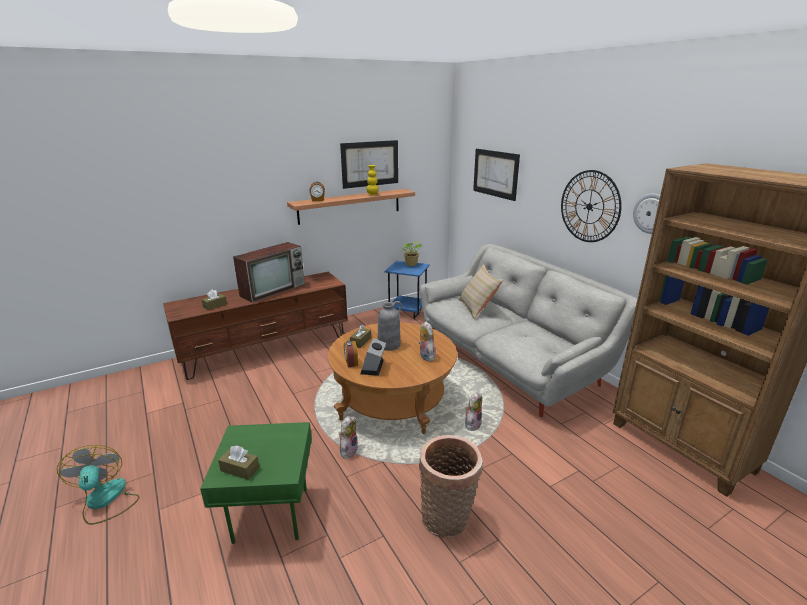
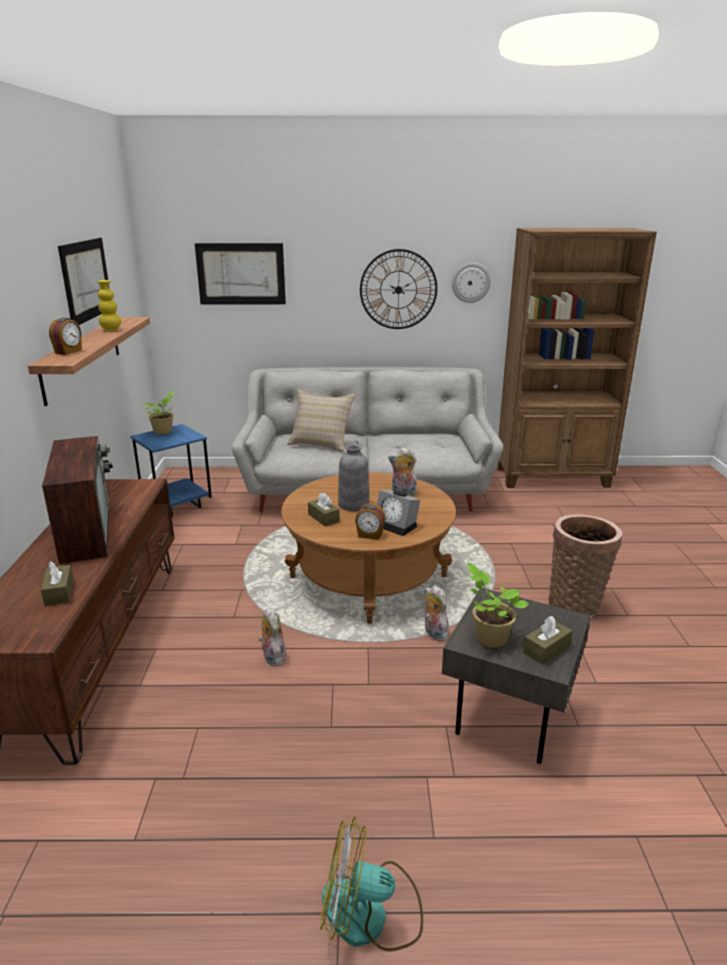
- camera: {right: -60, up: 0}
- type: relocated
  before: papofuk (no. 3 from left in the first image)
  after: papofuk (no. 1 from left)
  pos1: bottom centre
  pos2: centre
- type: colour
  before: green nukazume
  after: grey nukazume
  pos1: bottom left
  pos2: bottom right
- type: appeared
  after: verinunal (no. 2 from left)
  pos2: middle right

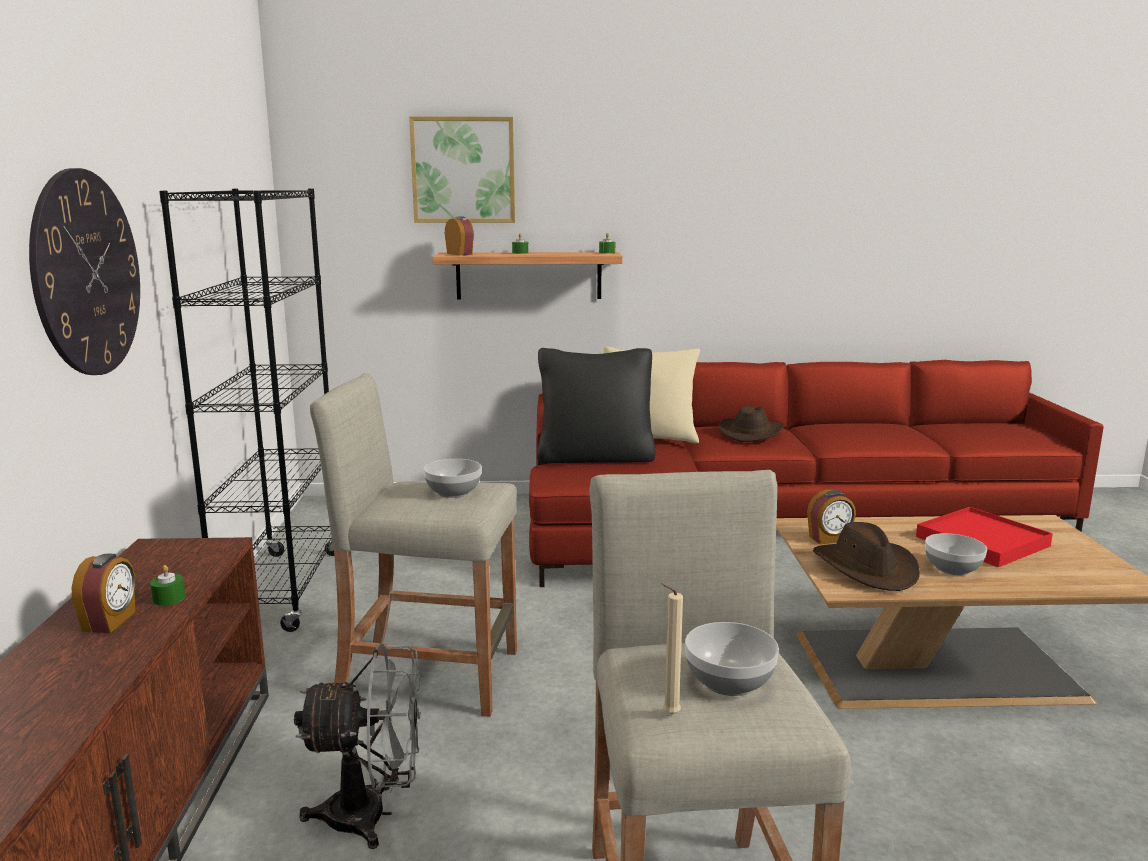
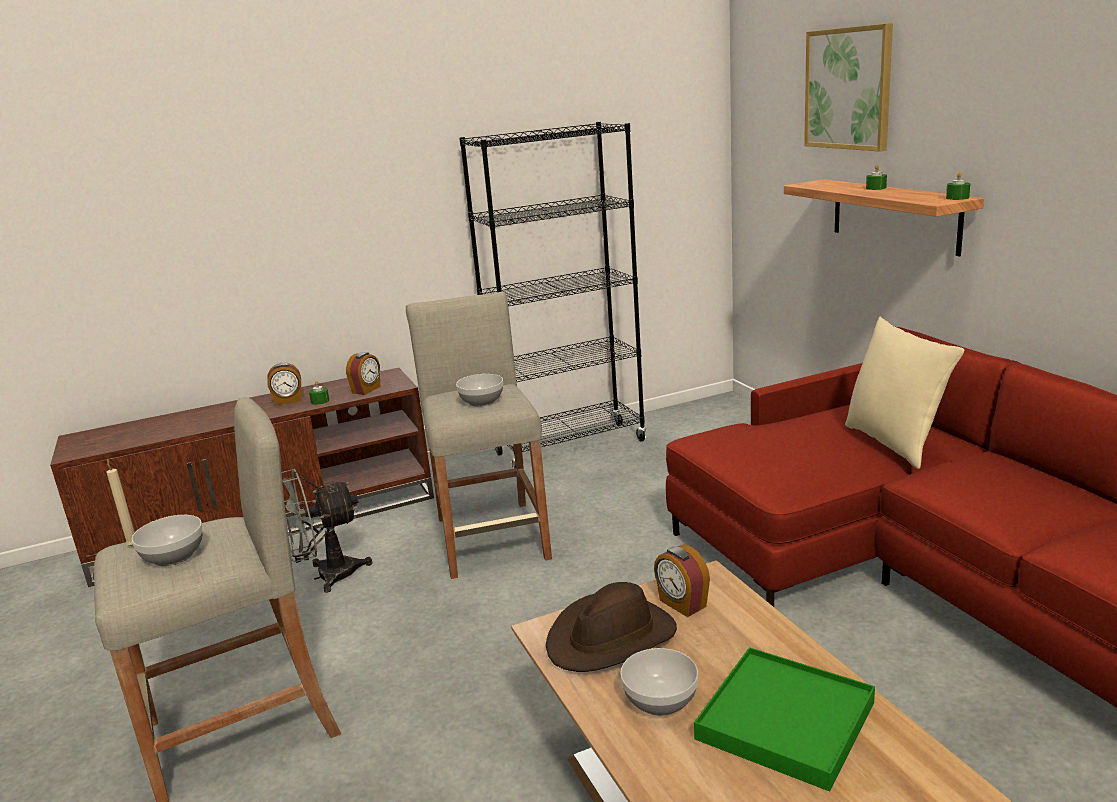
- camera: {right: 70, up: 5}
- type: spun
  before: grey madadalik
  pos1: bottom left
  pos2: middle left
  turn: 90
- type: relocated
  before: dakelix (no. 2 from left)
  pos1: top centre
  pos2: middle left
- type: colour
  before: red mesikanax
  after: green mesikanax
  pos1: middle right
  pos2: bottom right
- type: missing
  before: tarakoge
  pos1: top left
- type: missing
  before: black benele
  pos1: centre
- type: missing
  before: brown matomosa (no. 1 from left)
  pos1: centre

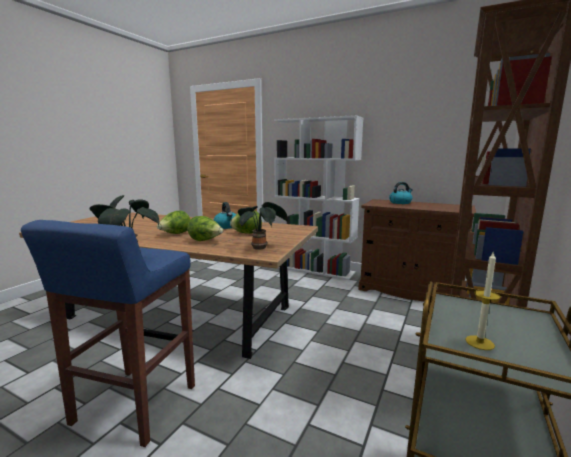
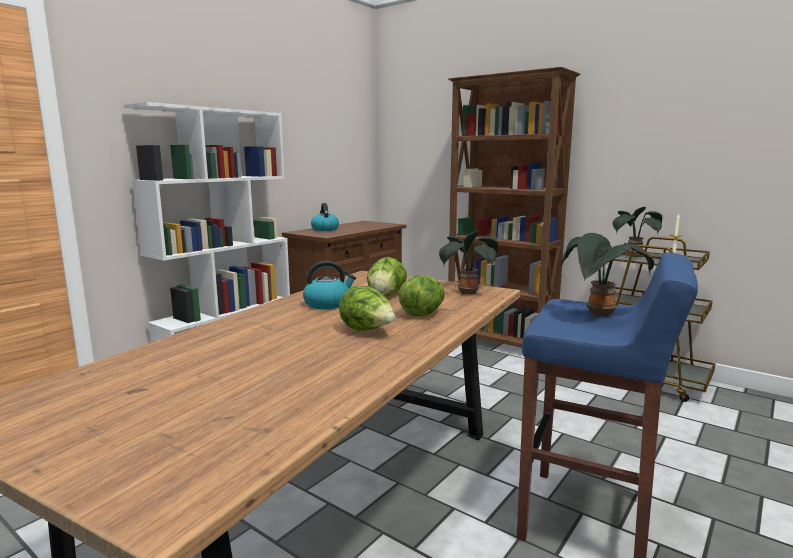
- camera: {right: -80, up: 0}
- type: appeared
  after: verinunal (no. 3 from left)
  pos2: middle right

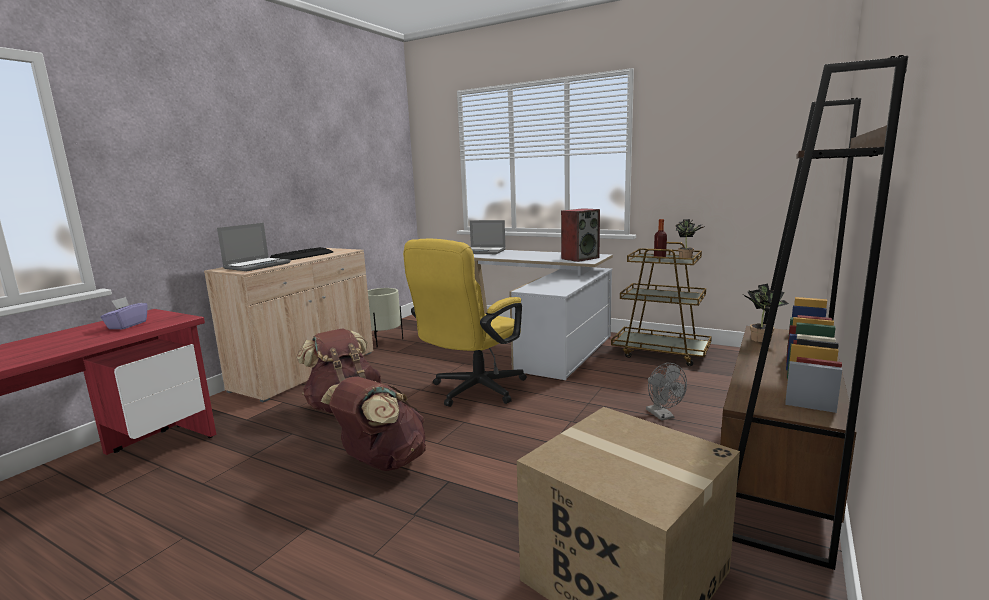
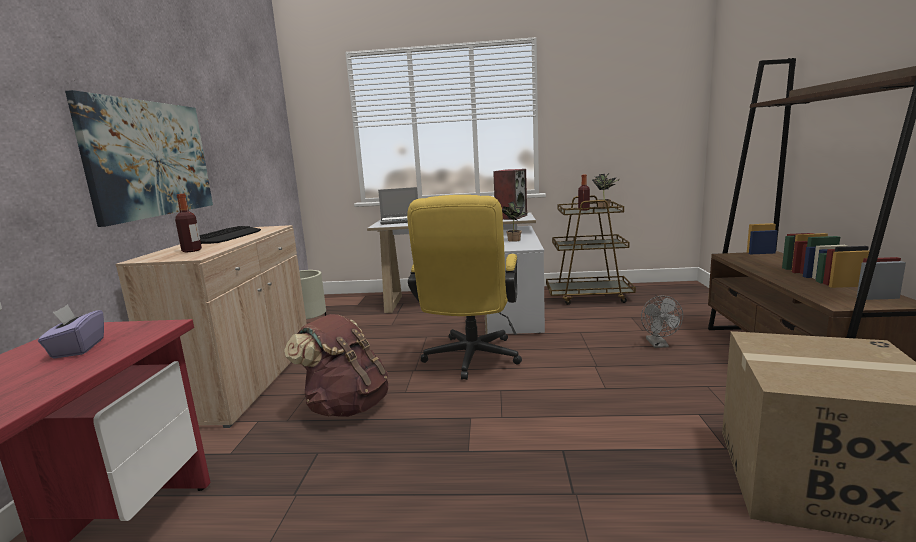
- camera: {right: -25, up: 0}
- type: appeared
  after: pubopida
  pos2: top left
- type: exchanged
  before: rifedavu (no. 1 from left)
  after: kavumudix (no. 1 from left)
  pos1: middle left
  pos2: middle left
- type: relocated
  before: verinunal (no. 2 from left in the first image)
  after: verinunal (no. 1 from left)
  pos1: middle right
  pos2: centre
- type: spun
  before: grey madadalik
  pos1: middle right
  pos2: middle right
  turn: 45
- type: missing
  before: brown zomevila (no. 2 from left)
  pos1: bottom centre

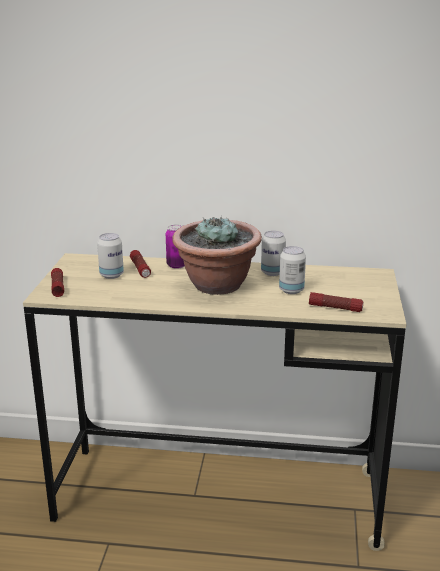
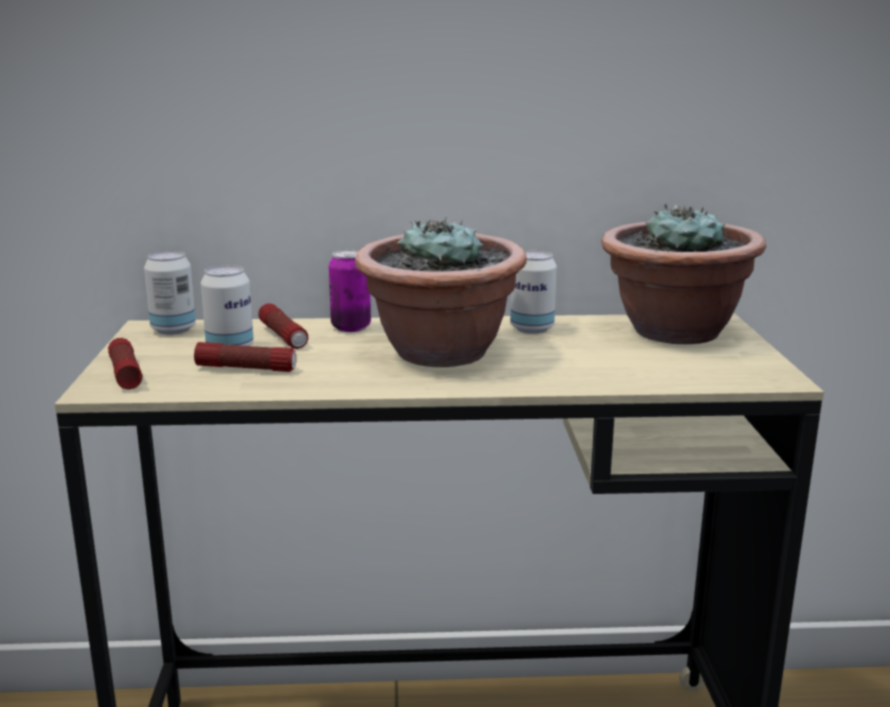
- camera: {right: -10, up: -5}
- type: relocated
  before: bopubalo (no. 4 from left in the first image)
  after: bopubalo (no. 1 from left)
  pos1: centre
  pos2: middle left
- type: relocated
  before: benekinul (no. 3 from left in the first image)
  after: benekinul (no. 2 from left)
  pos1: middle right
  pos2: middle left
- type: appeared
  after: verinunal (no. 2 from left)
  pos2: middle right

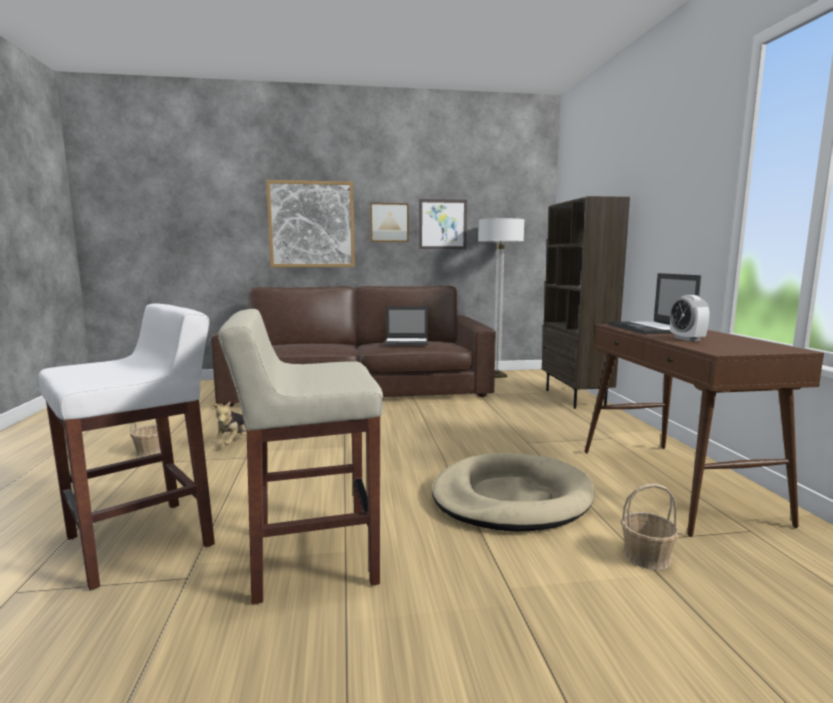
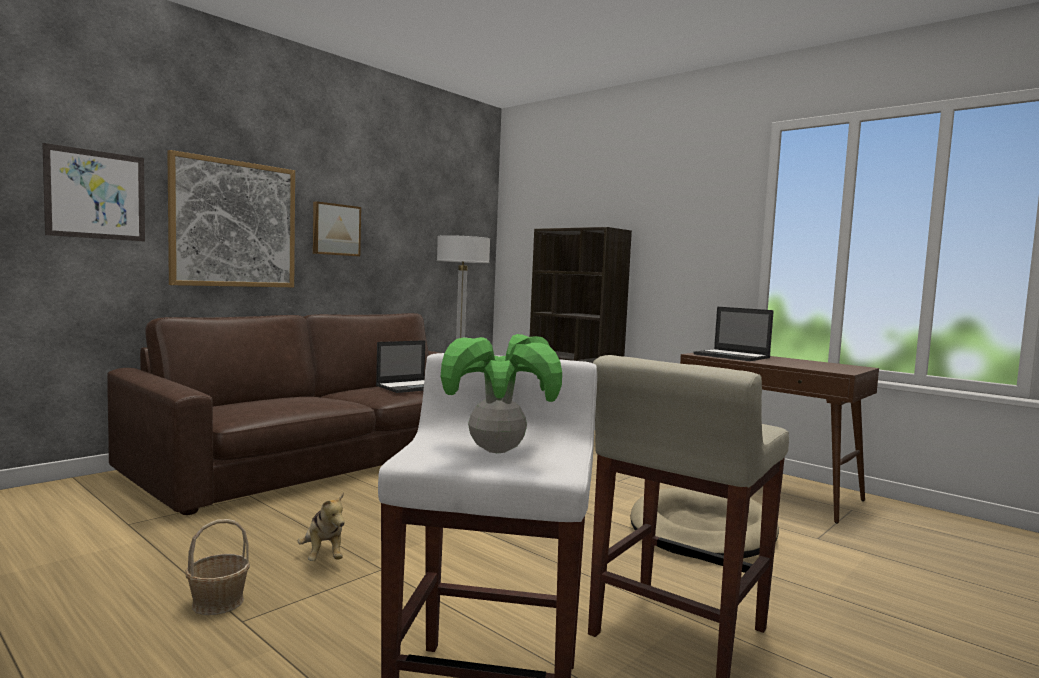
- camera: {right: -40, up: -5}
- type: relocated
  before: pubopida (no. 3 from left in the first image)
  after: pubopida (no. 1 from left)
  pos1: top centre
  pos2: top left
- type: appeared
  after: verinunal
  pos2: centre
- type: missing
  before: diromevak (no. 2 from left)
  pos1: bottom right
- type: missing
  before: dakelix
  pos1: middle right

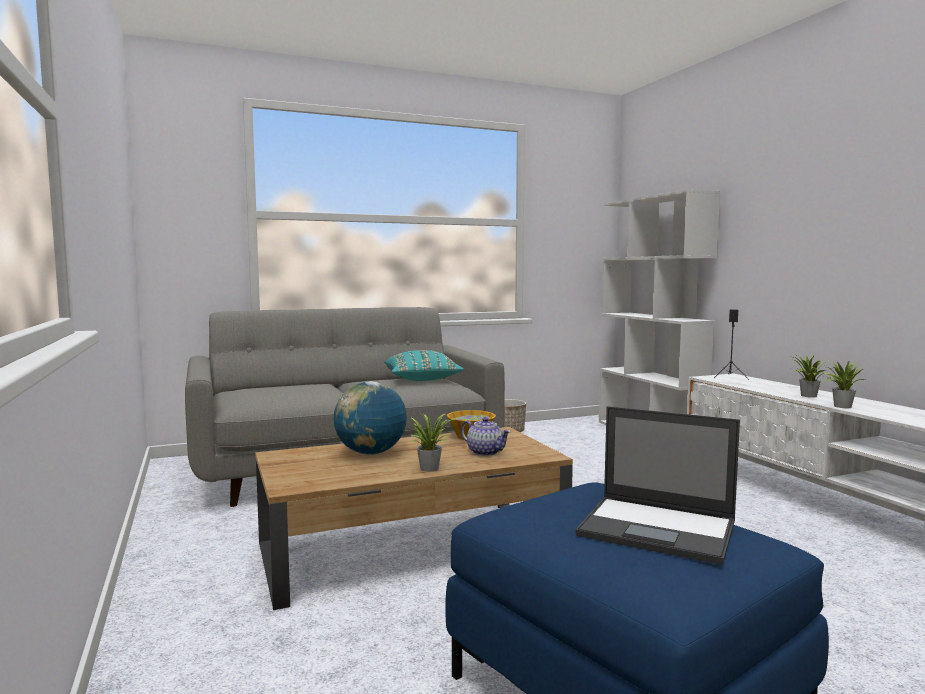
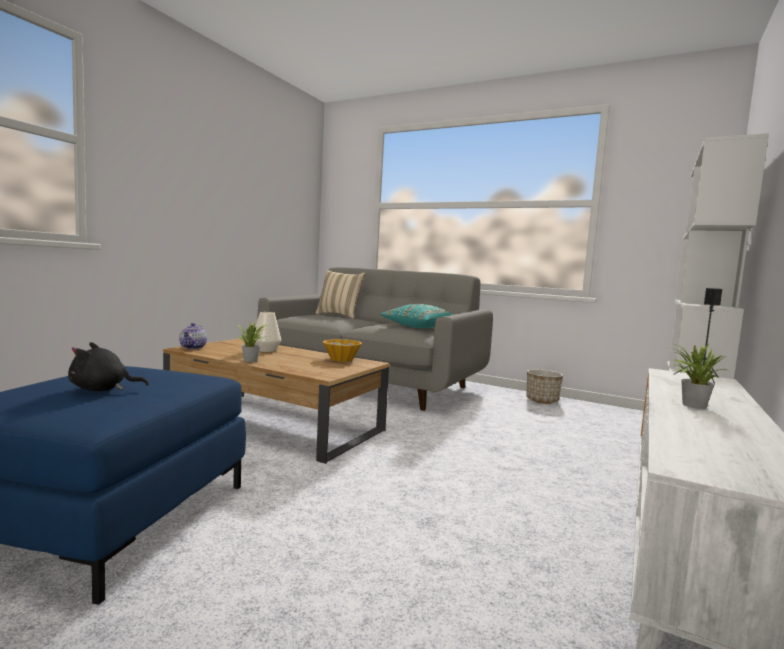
- camera: {right: 50, up: 0}
- type: exchanged
  before: rifedavu
  after: black papofuk
  pos1: bottom right
  pos2: middle left
- type: relocated
  before: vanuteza
  pos1: centre
  pos2: middle left
- type: exchanged
  before: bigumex
  after: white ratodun
  pos1: centre
  pos2: centre
- type: appeared
  after: beige benele
  pos2: centre
- type: missing
  before: verinunal (no. 3 from left)
  pos1: middle right

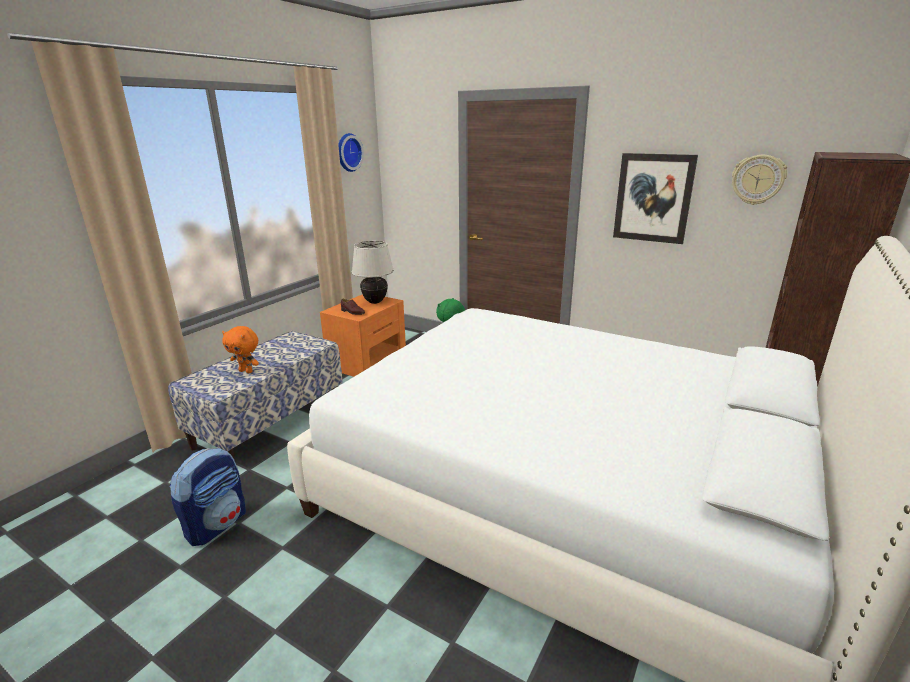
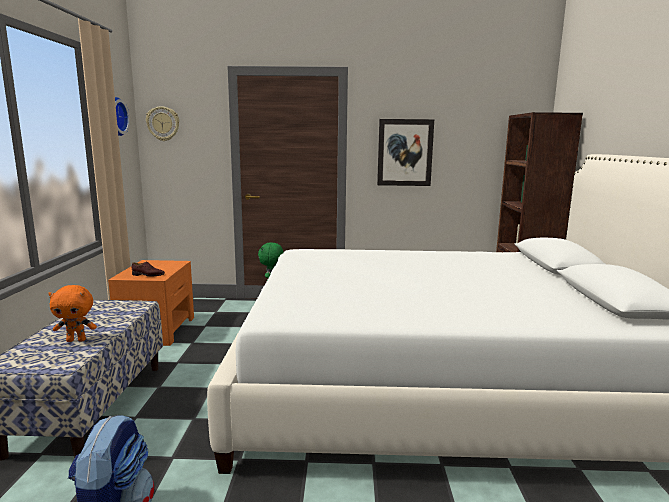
- camera: {right: -30, up: -10}
- type: relocated
  before: tarakoge (no. 2 from left)
  pos1: top right
  pos2: top left
- type: missing
  before: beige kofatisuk
  pos1: centre

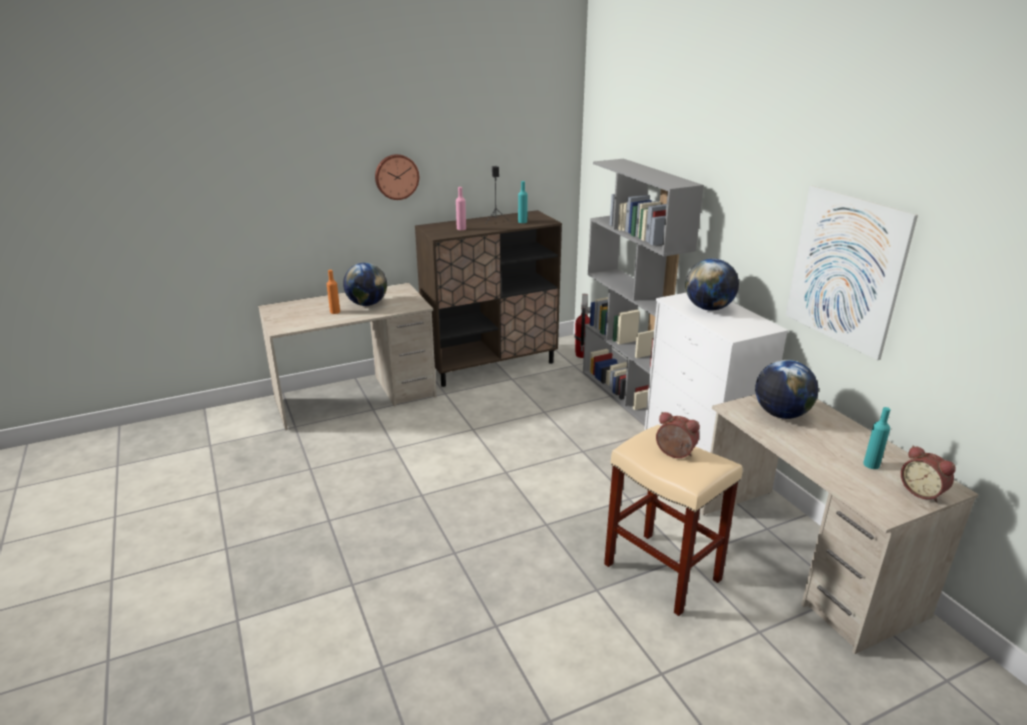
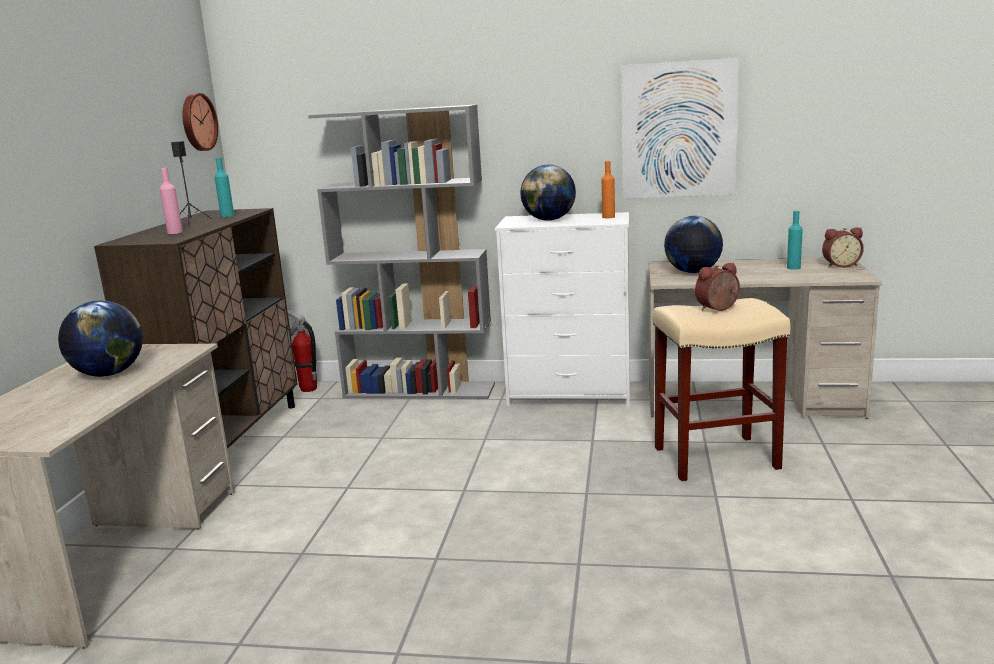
- camera: {right: -55, up: -10}
- type: relocated
  before: tarakoge
  pos1: top centre
  pos2: top left
- type: relocated
  before: orange kavumudix
  pos1: middle left
  pos2: top centre

